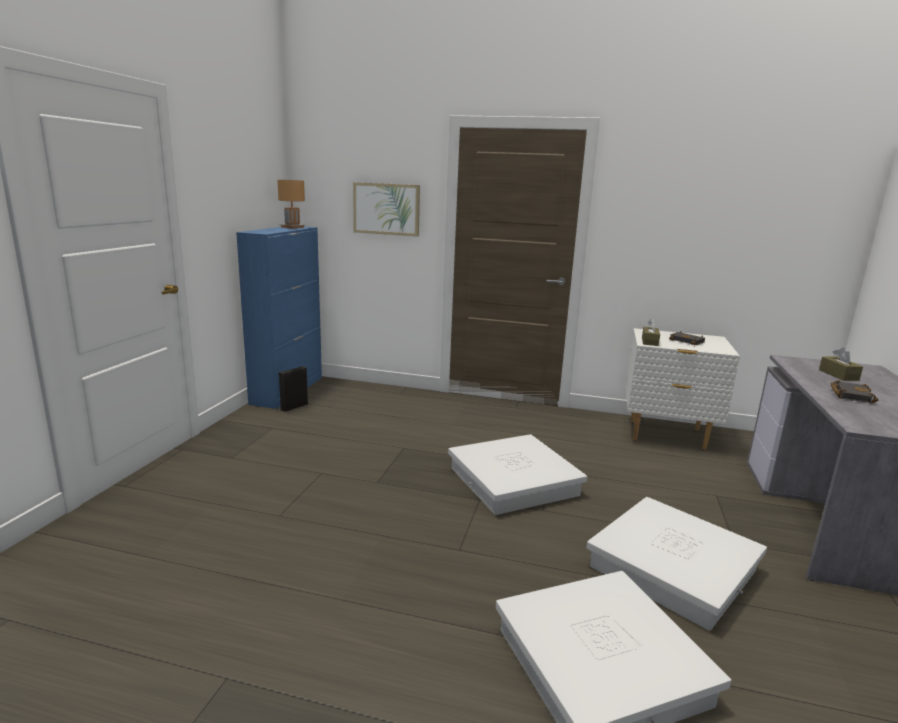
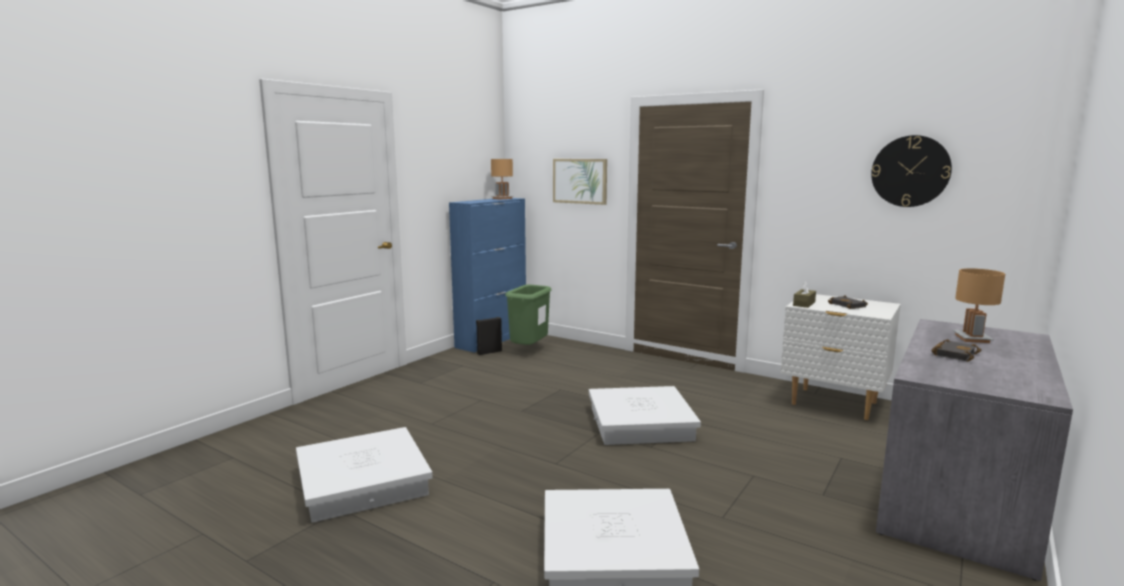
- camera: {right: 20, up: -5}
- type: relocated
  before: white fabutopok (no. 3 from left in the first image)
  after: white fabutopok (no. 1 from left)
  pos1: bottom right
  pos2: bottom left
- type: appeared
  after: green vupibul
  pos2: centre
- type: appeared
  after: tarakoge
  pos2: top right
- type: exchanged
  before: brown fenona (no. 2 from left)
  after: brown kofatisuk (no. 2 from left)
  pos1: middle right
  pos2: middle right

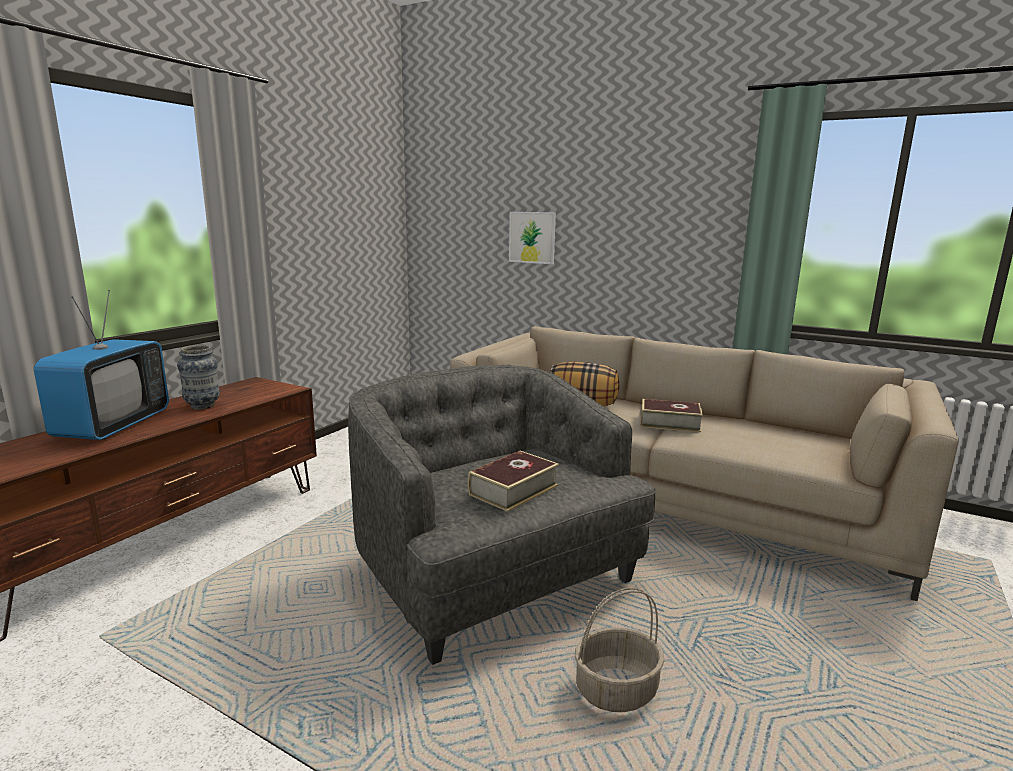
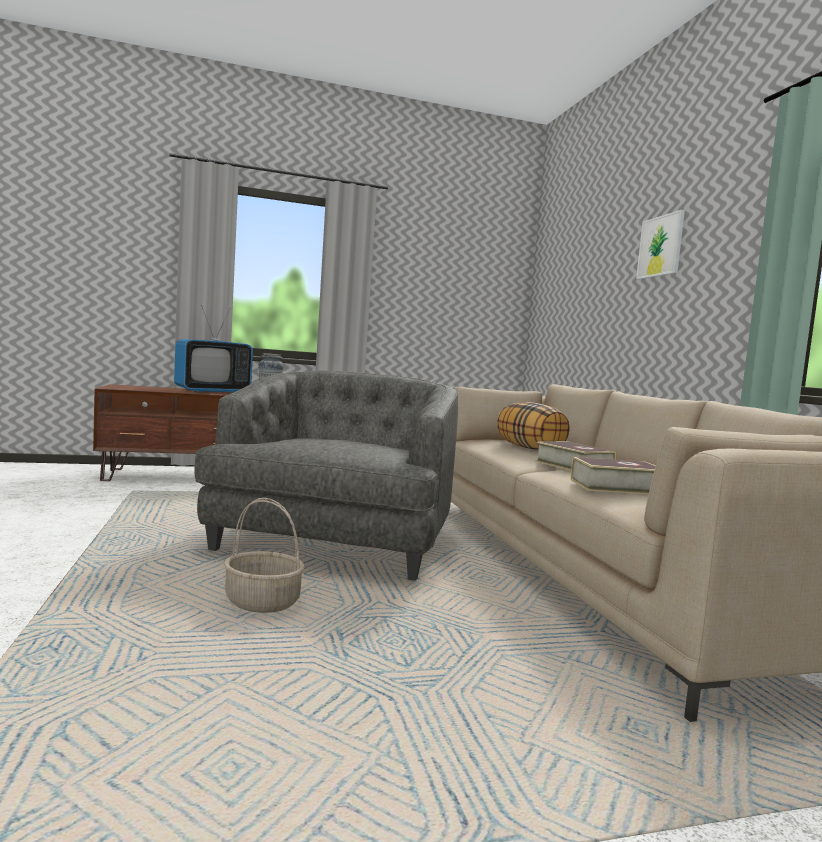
- camera: {right: 45, up: -10}
- type: relocated
  before: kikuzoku (no. 1 from left in the first image)
  after: kikuzoku (no. 2 from left)
  pos1: centre
  pos2: middle right
- type: relocated
  before: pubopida
  pos1: top centre
  pos2: top right

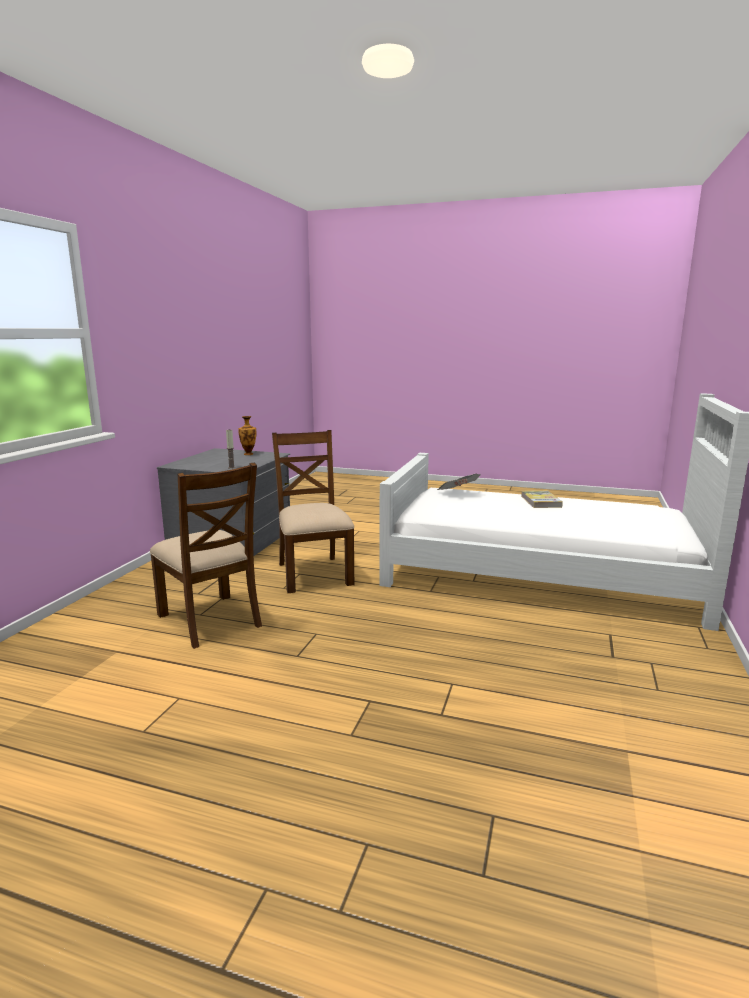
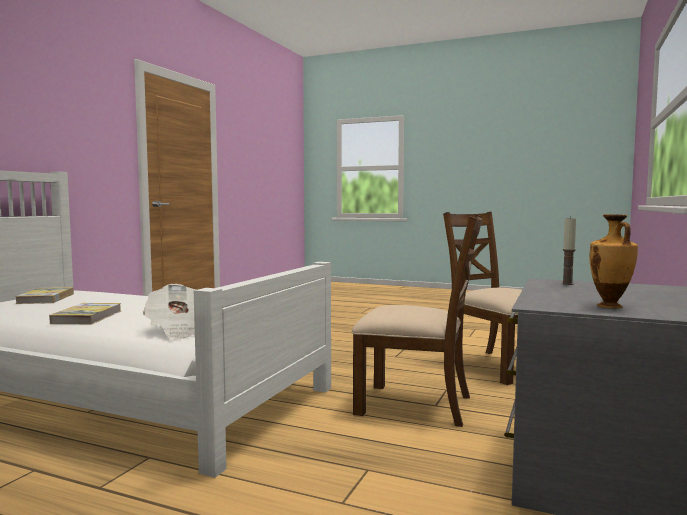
- camera: {right: -175, up: -10}
- type: appeared
  after: kikuzoku (no. 1 from left)
  pos2: middle left
- type: spun
  before: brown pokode (no. 2 from left in the first image)
  pos1: centre
  pos2: centre
  turn: -60

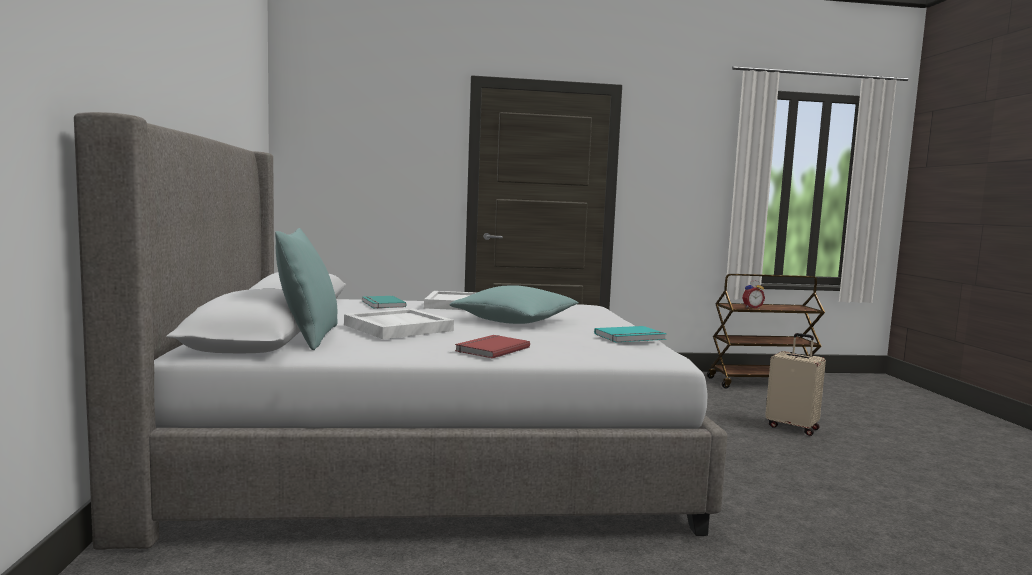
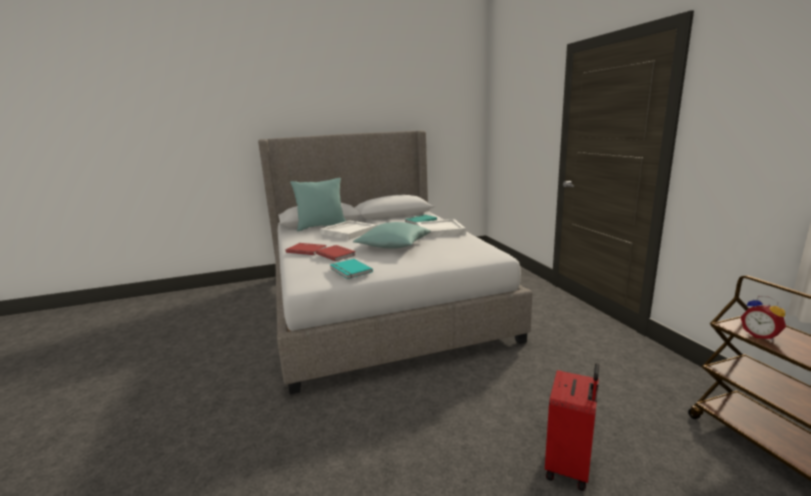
- camera: {right: 80, up: 10}
- type: appeared
  after: red kikuzoku (no. 2 from left)
  pos2: centre
- type: colour
  before: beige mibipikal
  after: red mibipikal
  pos1: bottom right
  pos2: bottom right

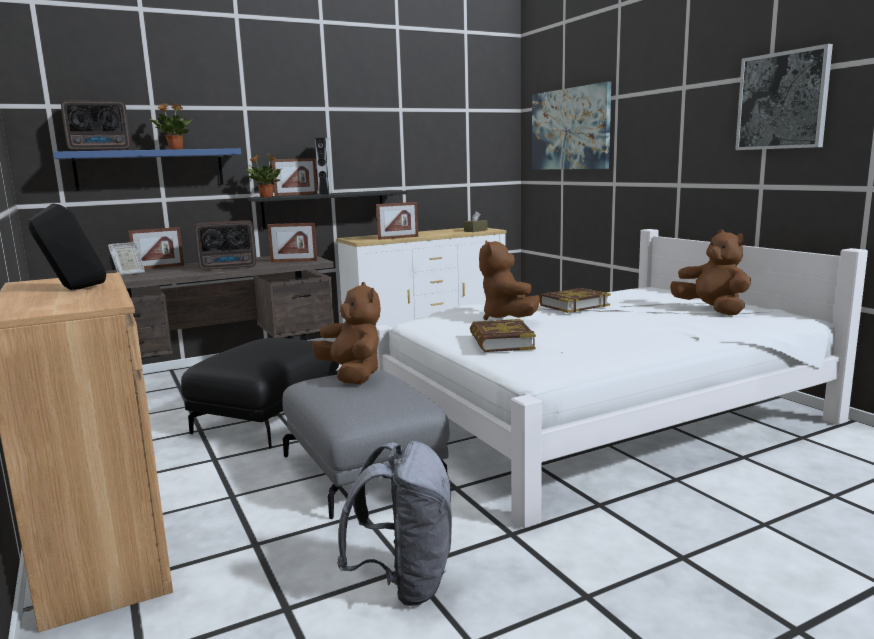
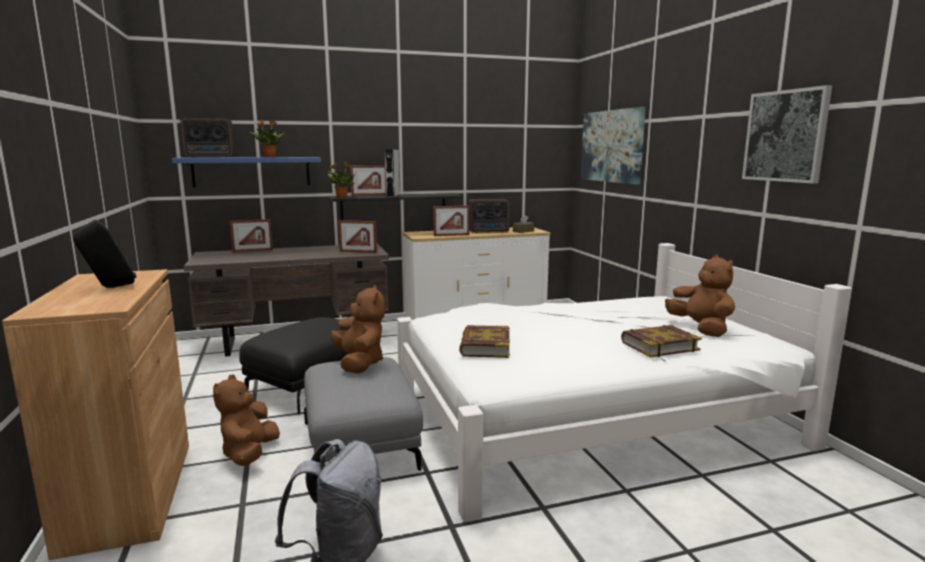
- camera: {right: 10, up: 0}
- type: relocated
  before: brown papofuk (no. 2 from left in the first image)
  after: brown papofuk (no. 1 from left)
  pos1: centre
  pos2: bottom left
- type: relocated
  before: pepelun (no. 2 from left)
  pos1: middle left
  pos2: centre
- type: relocated
  before: kikuzoku (no. 2 from left)
  pos1: centre
  pos2: middle right
- type: missing
  before: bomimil (no. 1 from left)
  pos1: middle left

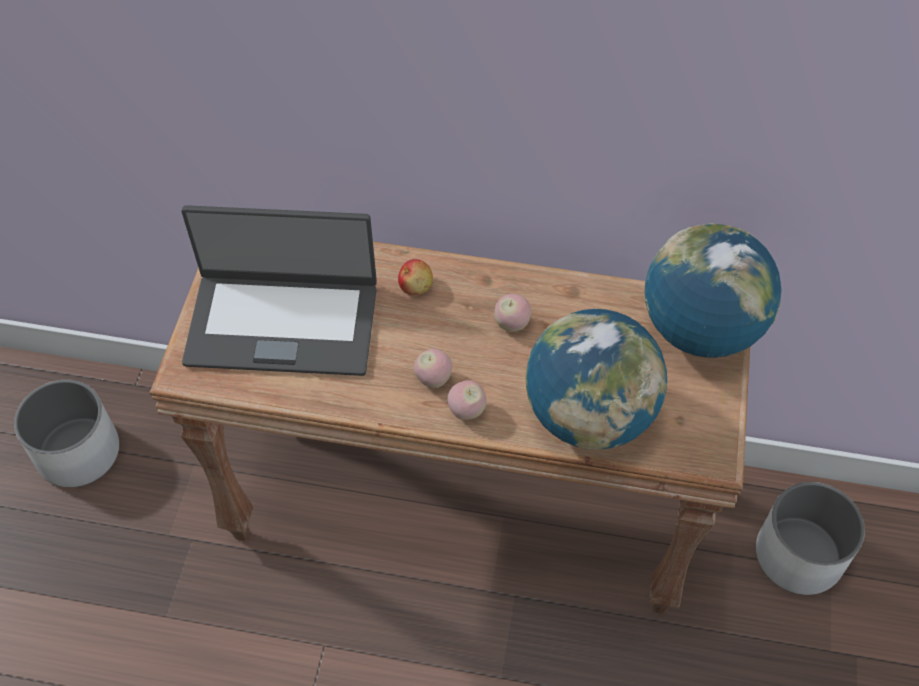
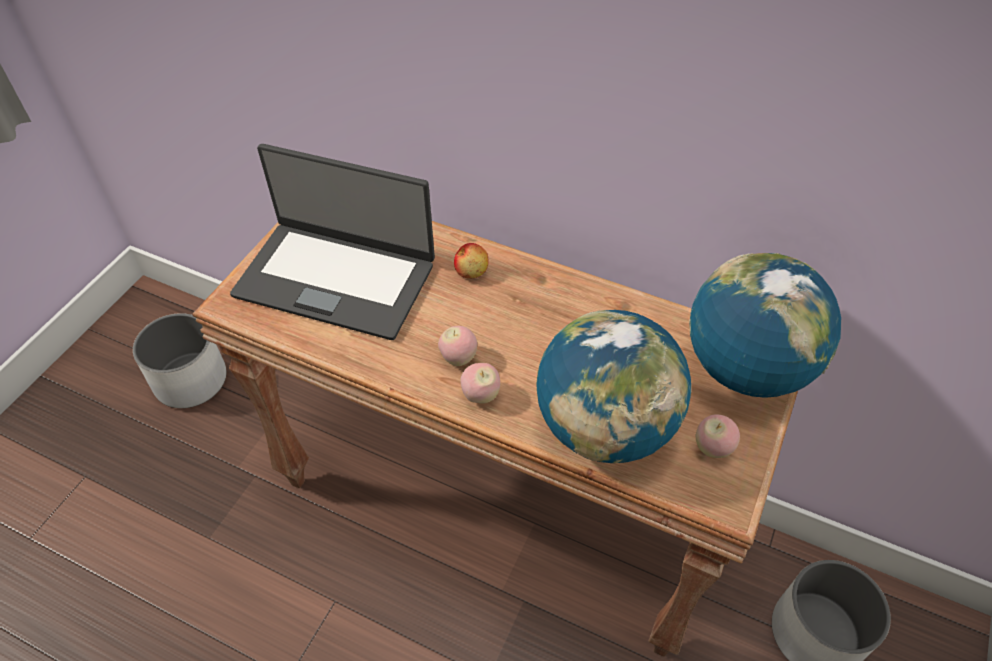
- camera: {right: 15, up: -5}
- type: relocated
  before: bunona (no. 4 from left)
  pos1: centre
  pos2: middle right

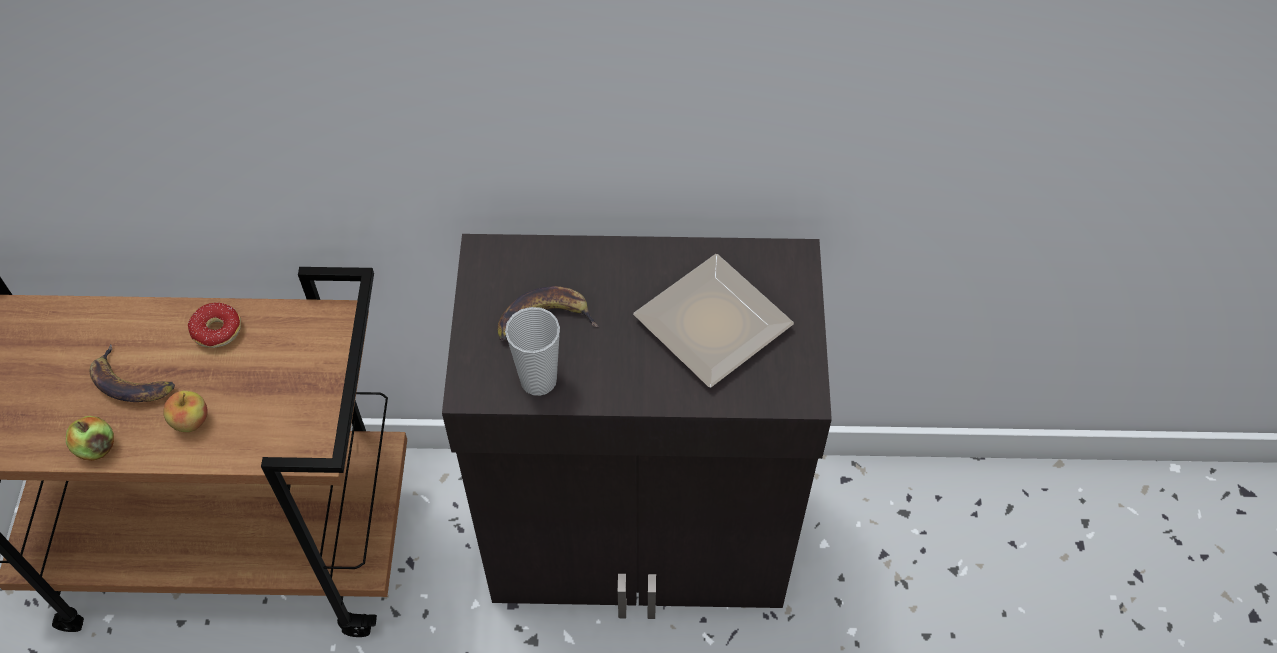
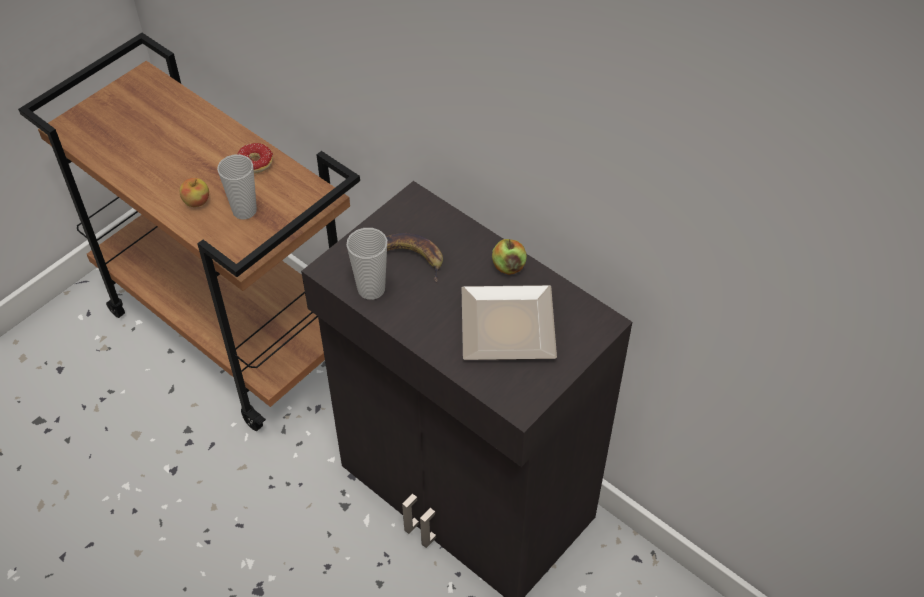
- camera: {right: 40, up: -5}
- type: appeared
  after: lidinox (no. 1 from left)
  pos2: top left
- type: relocated
  before: bunona (no. 1 from left in the first image)
  after: bunona (no. 2 from left)
  pos1: bottom left
  pos2: centre
- type: missing
  before: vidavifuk (no. 1 from left)
  pos1: middle left

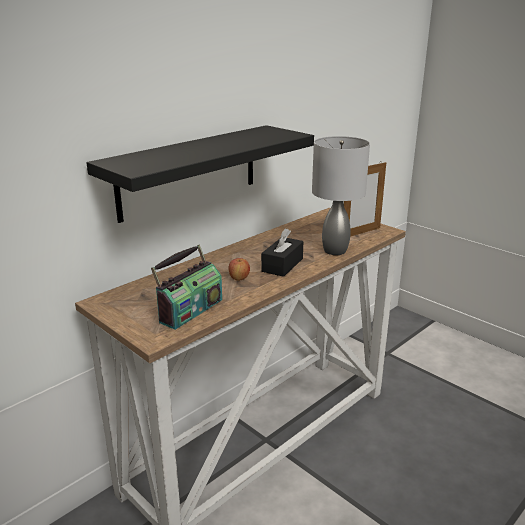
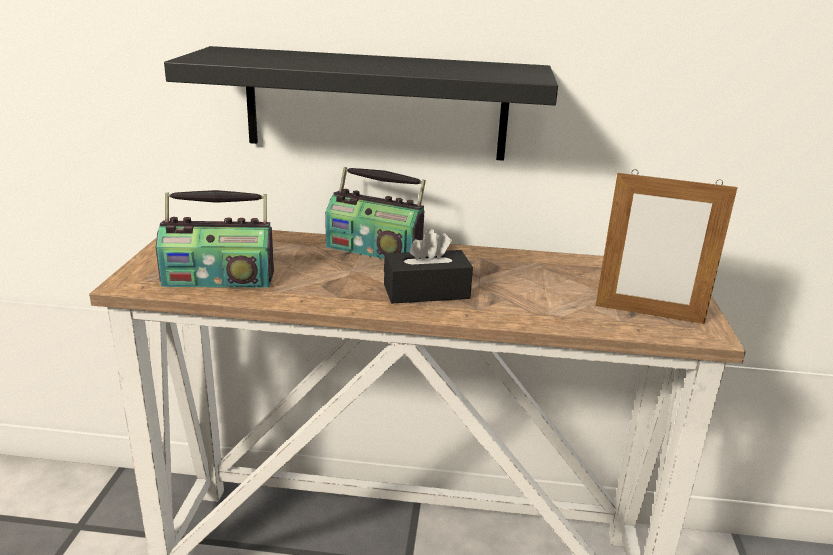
- camera: {right: 50, up: 0}
- type: appeared
  after: pepelun (no. 2 from left)
  pos2: centre
- type: missing
  before: bunona
  pos1: centre
- type: missing
  before: grey kofatisuk
  pos1: centre

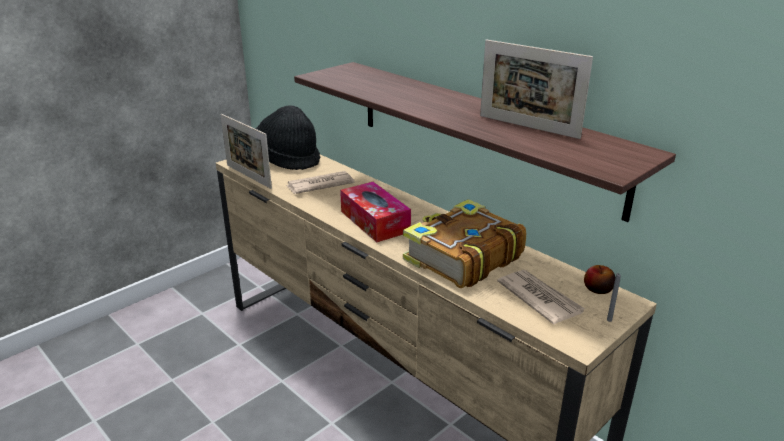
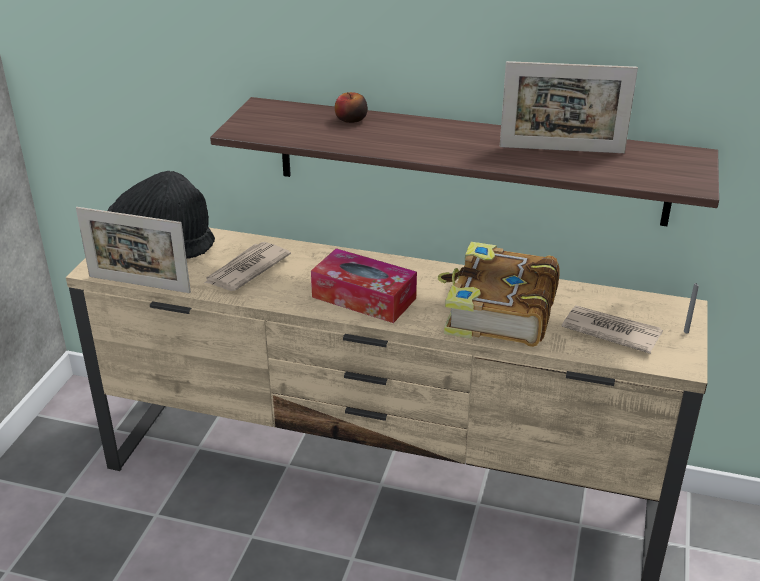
- camera: {right: -30, up: 5}
- type: relocated
  before: bunona
  pos1: middle right
  pos2: top centre

